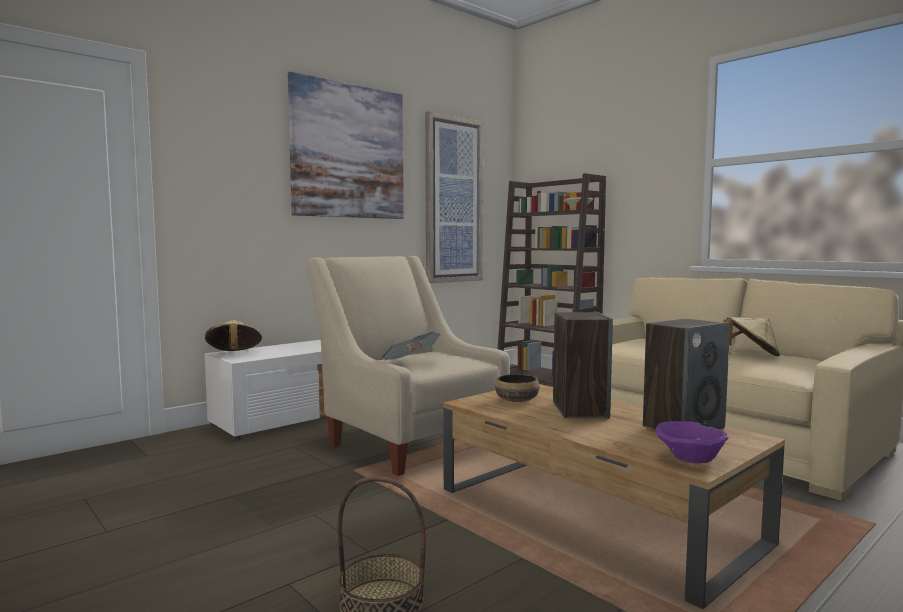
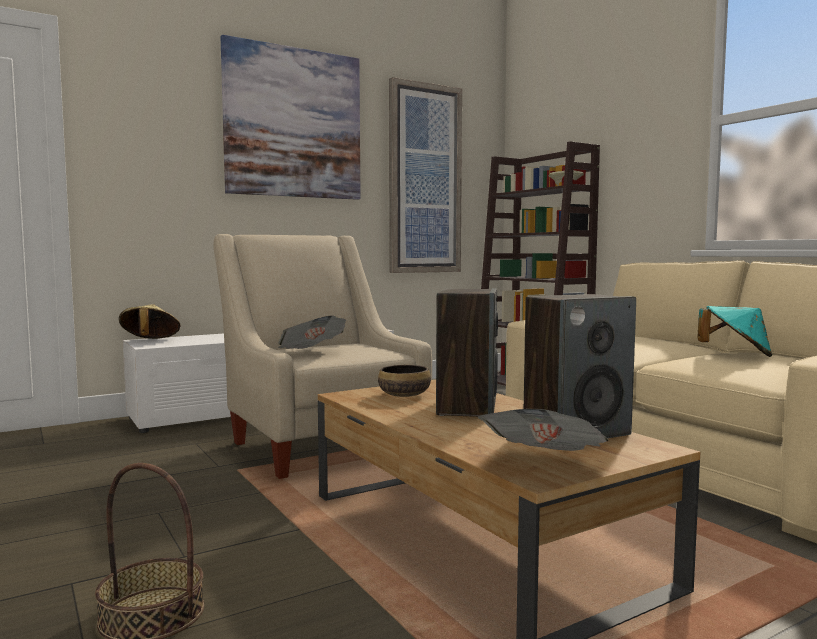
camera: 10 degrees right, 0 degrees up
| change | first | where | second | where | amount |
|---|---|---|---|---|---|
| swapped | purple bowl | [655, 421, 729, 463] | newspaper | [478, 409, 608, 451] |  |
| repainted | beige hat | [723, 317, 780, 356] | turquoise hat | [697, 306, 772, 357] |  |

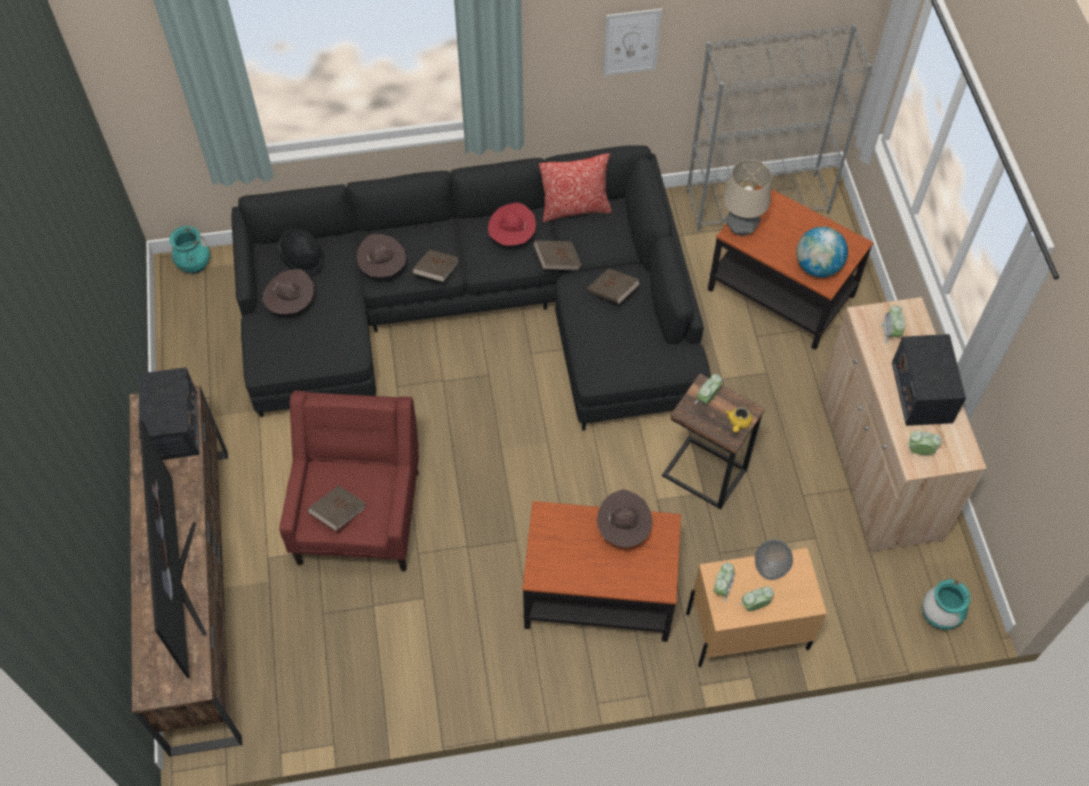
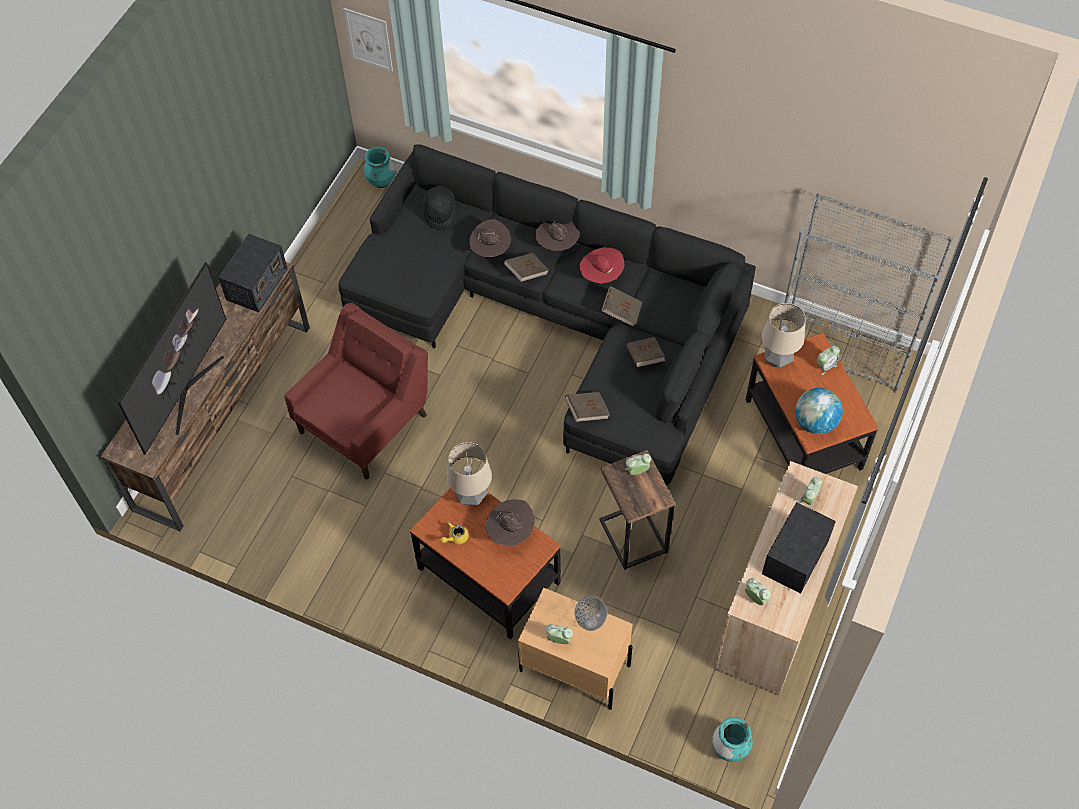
camera: 35 degrees right, 0 degrees up
| change | first | where | second | where | amount |
|---|---|---|---|---|---|
| gone | pillow | [539, 153, 611, 222] |  |  |  |
| new |  |  | table lamp | [447, 442, 492, 505] |  |
| shifted | brown hat | [263, 269, 314, 314] |  | [536, 221, 580, 251] |  |
| shifted | brown book | [308, 485, 366, 531] |  | [565, 392, 610, 422] |  |
| shifted | picture | [603, 9, 662, 76] |  | [343, 8, 393, 72] |  |
| shifted | alarm clock | [714, 563, 735, 602] |  | [817, 346, 840, 375] |  |
| shifted | yellow teapot | [725, 407, 752, 433] |  | [440, 522, 469, 545] |  |

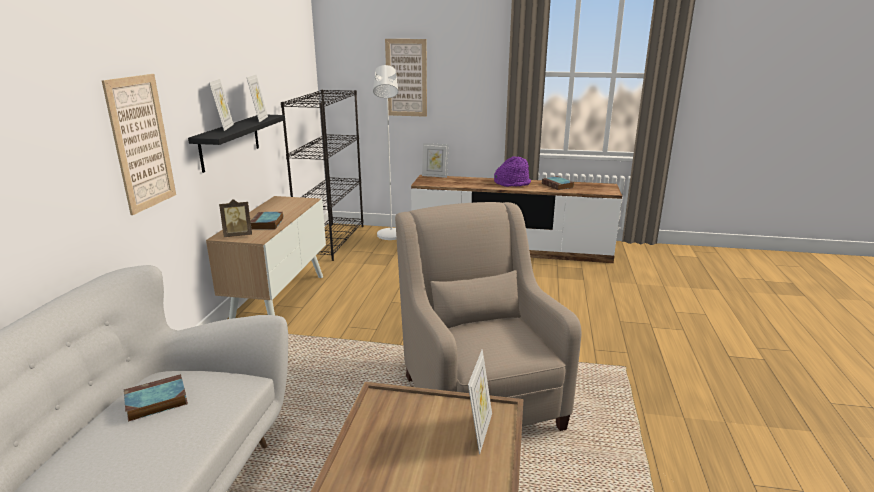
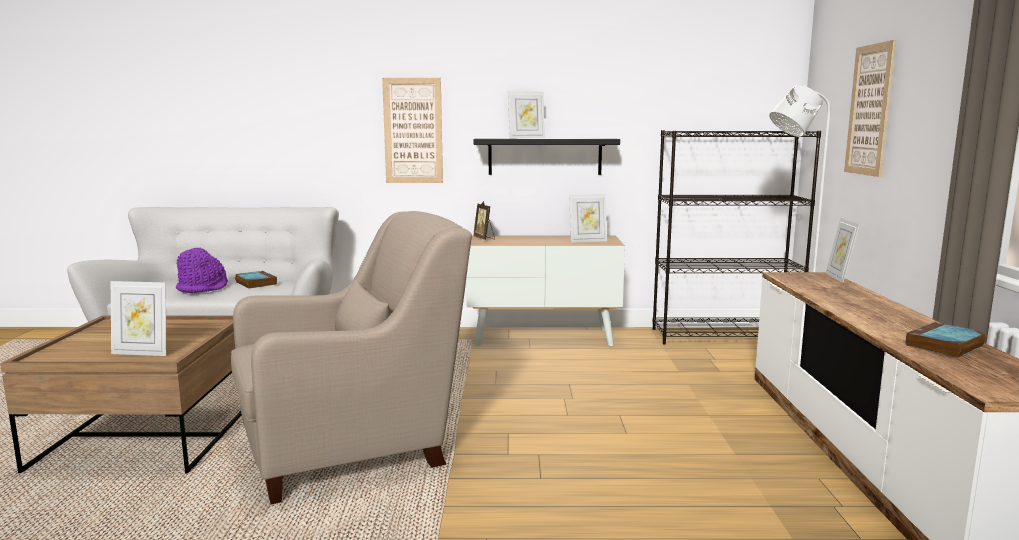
camera: 80 degrees right, 10 degrees down
| change | first | where | second | where | amount |
|---|---|---|---|---|---|
| gone | book | [251, 212, 283, 229] |  |  |  |
| shifted | picture frame | [247, 75, 268, 122] |  | [569, 194, 607, 243] |  |
| shifted | purple hat | [494, 156, 531, 187] |  | [175, 248, 228, 293] |  |

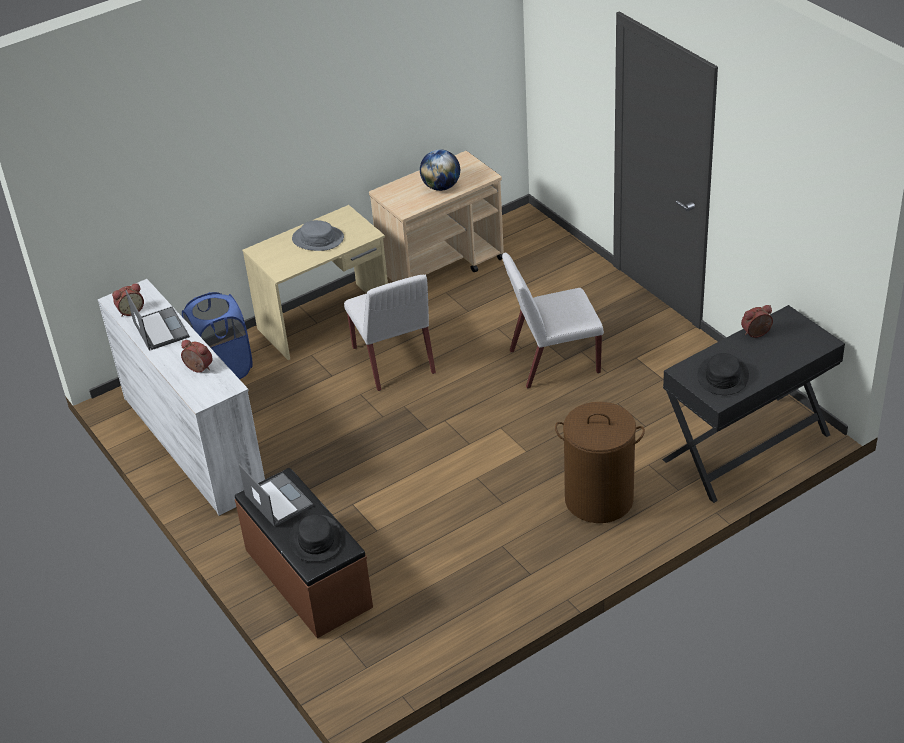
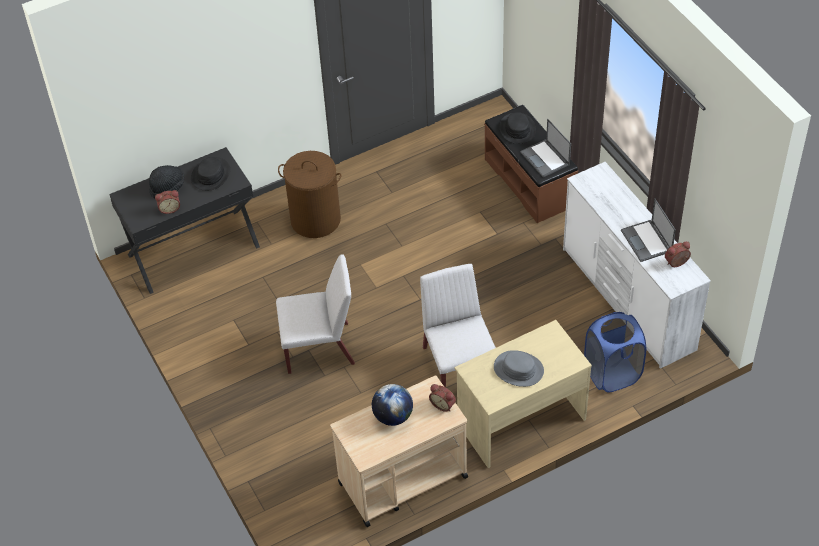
camera: 175 degrees left, 10 degrees up
| change | first | where | second | where | amount |
|---|---|---|---|---|---|
| new |  |  | black hat | [149, 165, 184, 199] |  |
| shifted | alarm clock | [181, 340, 213, 373] |  | [429, 384, 456, 412] |  |

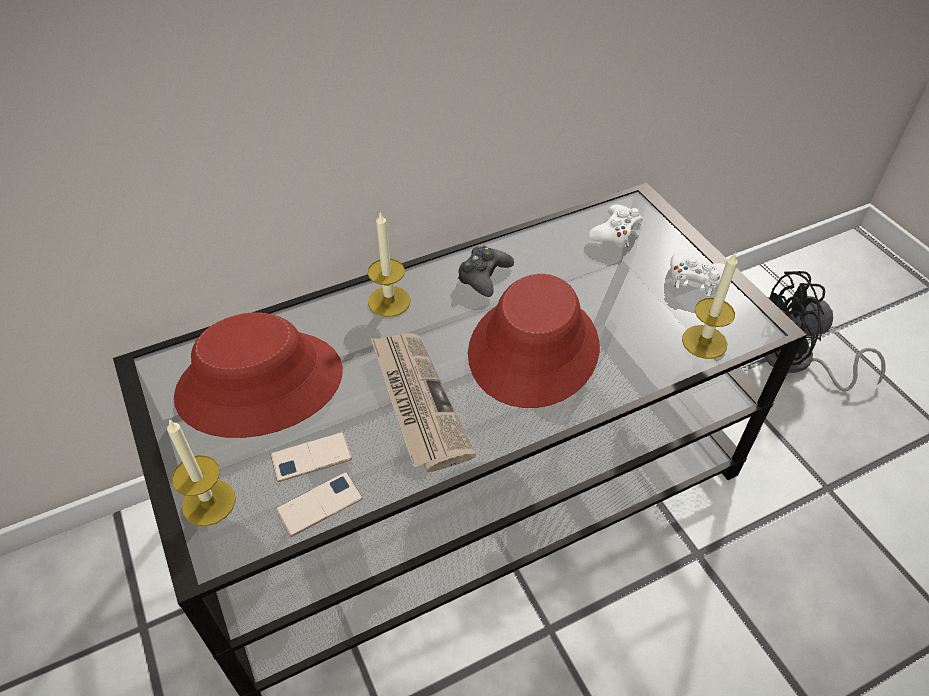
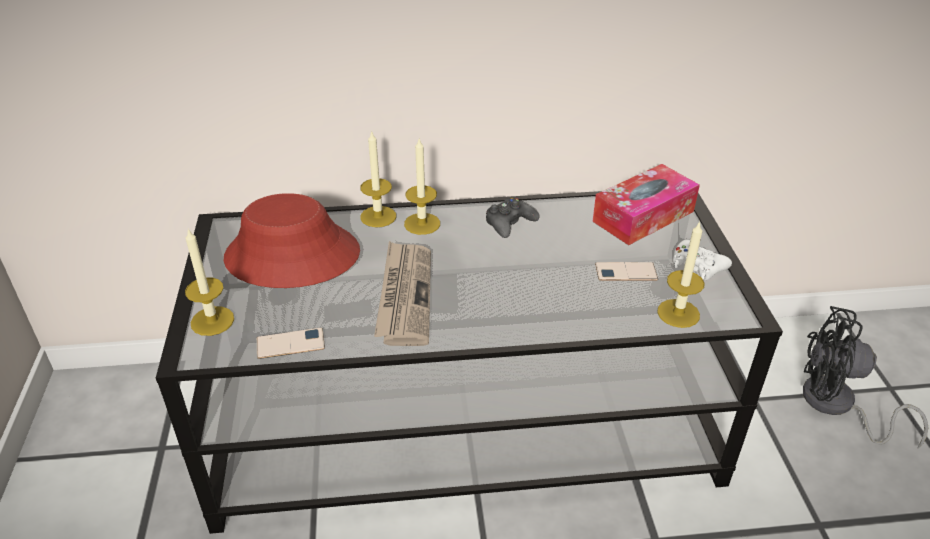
camera: 20 degrees right, 10 degrees down
| change | first | where | second | where | amount |
|---|---|---|---|---|---|
| gone | red hat | [468, 274, 599, 408] |  |  |  |
| new |  |  | candle | [360, 130, 396, 227] |  |
| shifted | phone | [271, 432, 352, 482] |  | [595, 262, 658, 281] |  |
| swapped | white game controller | [588, 204, 642, 248] | tissue box | [592, 164, 700, 245] |  |

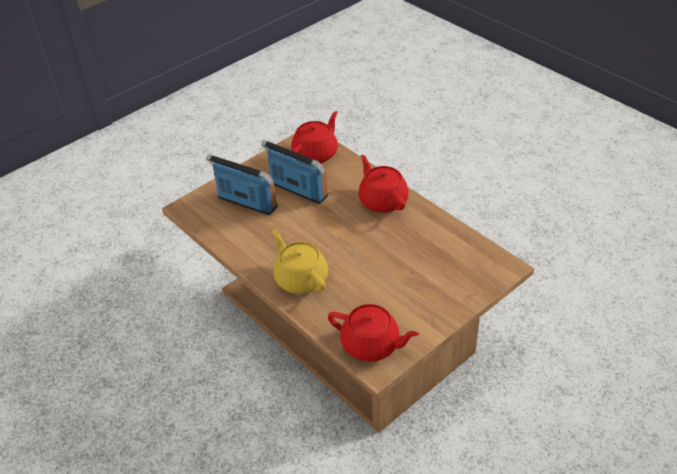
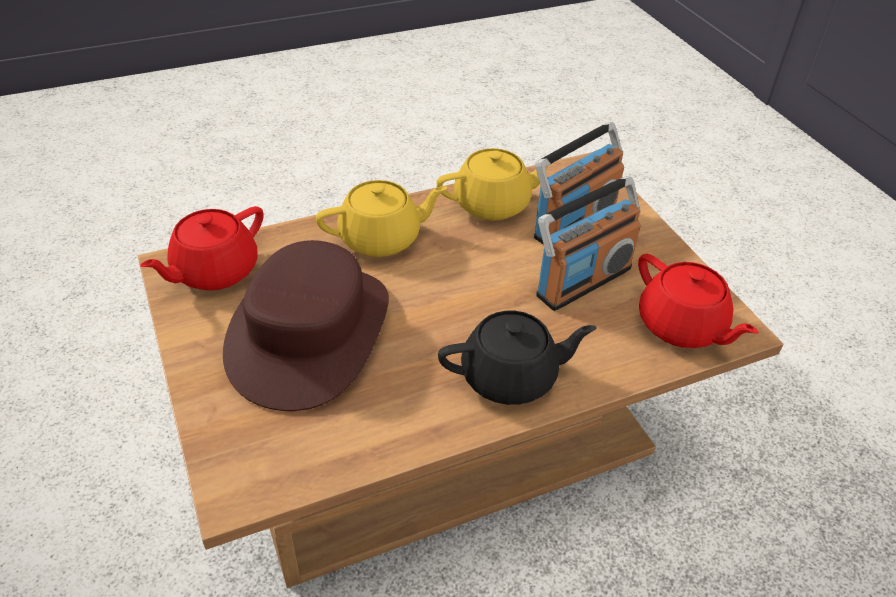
camera: 105 degrees right, 0 degrees up
| change | first | where | second | where | amount |
|---|---|---|---|---|---|
| new |  |  | brown hat | [223, 240, 389, 411] |  |
| new |  |  | yellow teapot | [436, 148, 549, 220] |  |
| repainted | red teapot | [358, 155, 409, 213] | black teapot | [438, 311, 597, 405] |  |

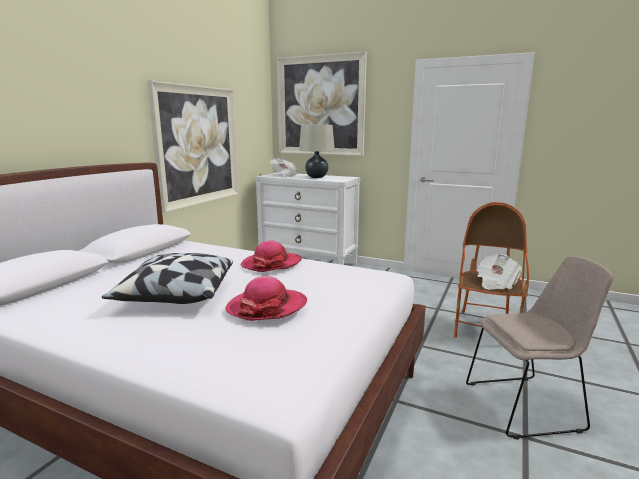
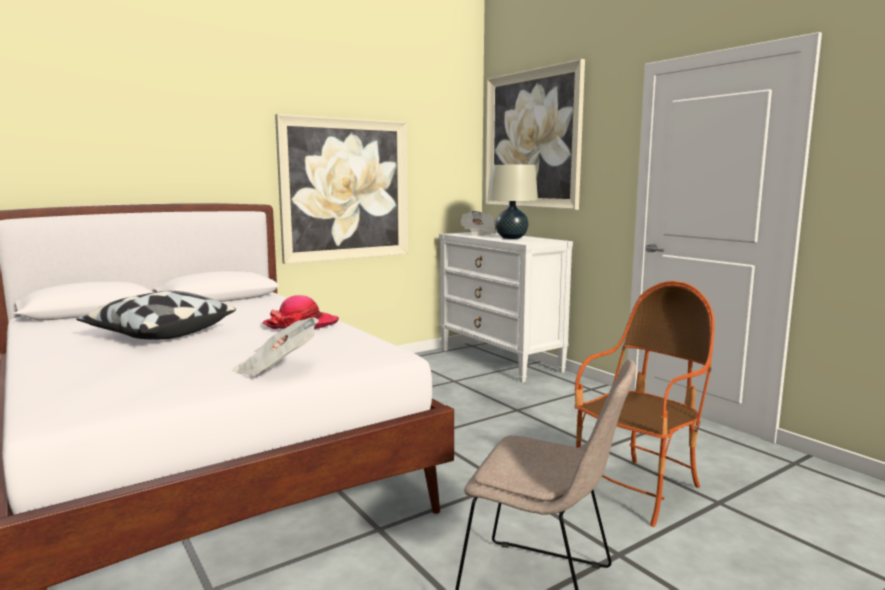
camera: 30 degrees right, 5 degrees down
| change | first | where | second | where | amount |
|---|---|---|---|---|---|
| gone | hat | [226, 276, 307, 321] |  |  |  |
| shifted | newspaper | [477, 254, 522, 290] |  | [233, 318, 319, 376] |  |

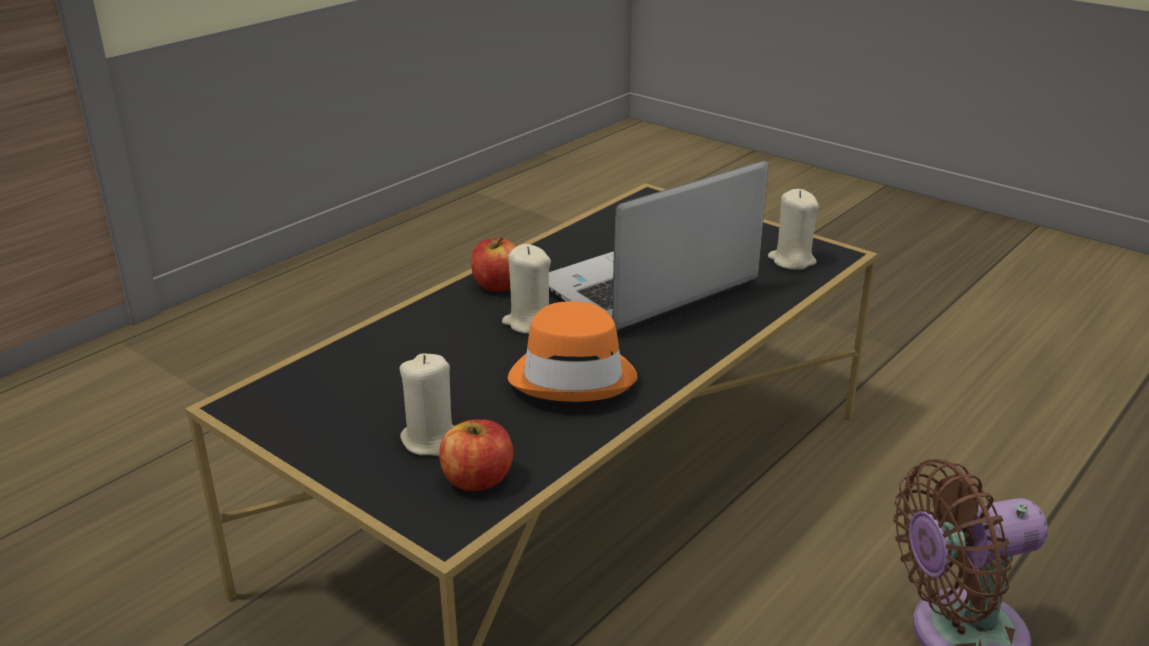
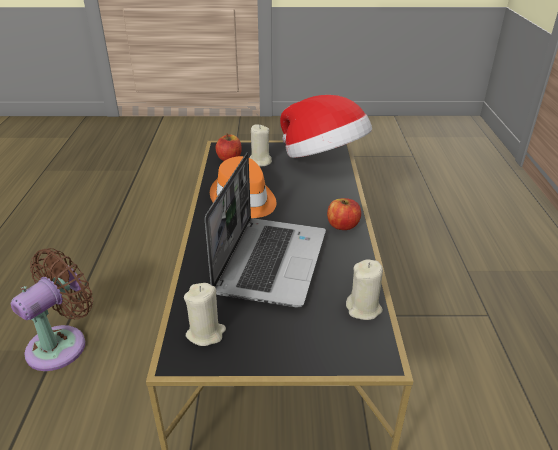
camera: 140 degrees right, 5 degrees up
| change | first | where | second | where | amount |
|---|---|---|---|---|---|
| new |  |  | hat | [280, 95, 372, 158] |  |
| shifted | beige candle | [502, 244, 551, 334] |  | [346, 259, 383, 320] |  |

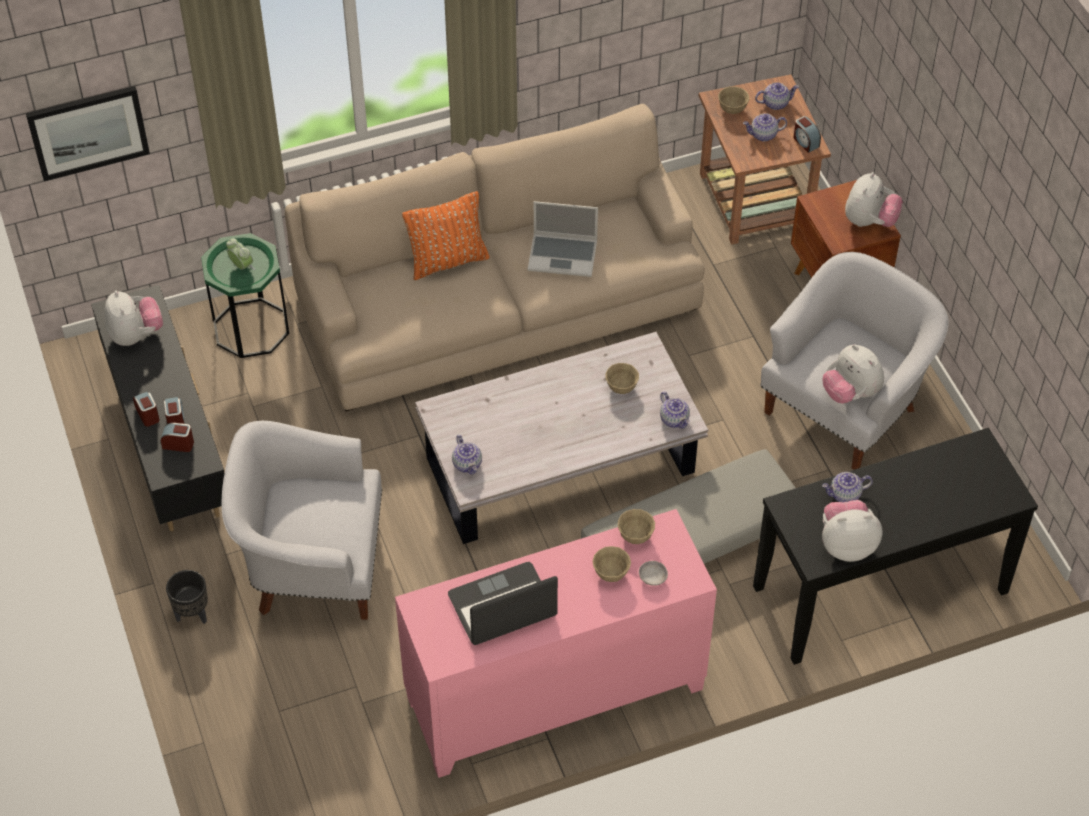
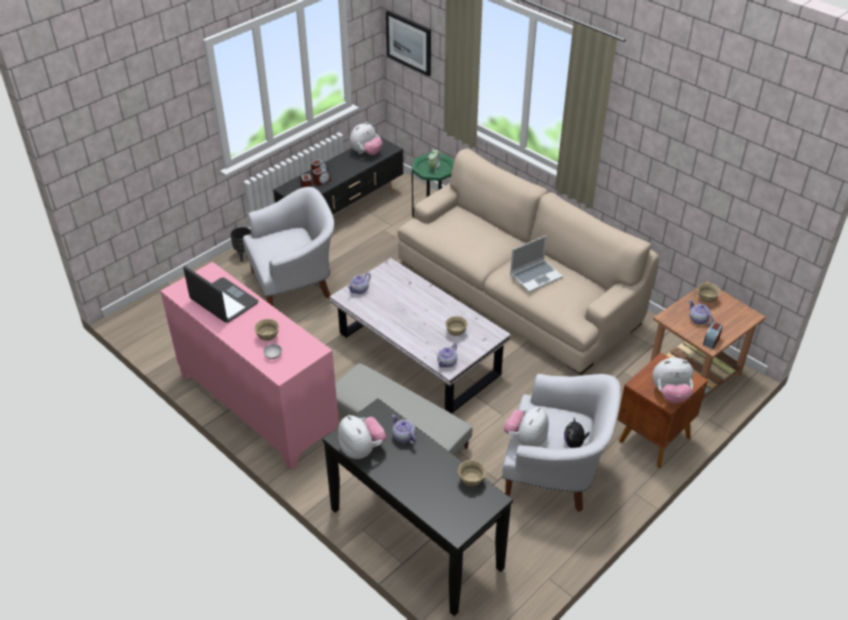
camera: 65 degrees right, 10 degrees down
| change | first | where | second | where | amount |
|---|---|---|---|---|---|
| gone | orange pillow | [402, 191, 490, 280] |  |  |  |
| gone | teapot | [755, 82, 799, 110] |  |  |  |
| new |  |  | plush toy | [564, 418, 589, 448] |  |
| shifted | beige bowl | [618, 509, 655, 544] |  | [458, 460, 486, 486] |  |
| rotated | white armchair | [222, 421, 382, 620] |  | [243, 187, 334, 306] | 90 degrees clockwise |
| rotated | laptop | [528, 201, 598, 277] |  | [510, 235, 563, 292] | 105 degrees counterclockwise |

